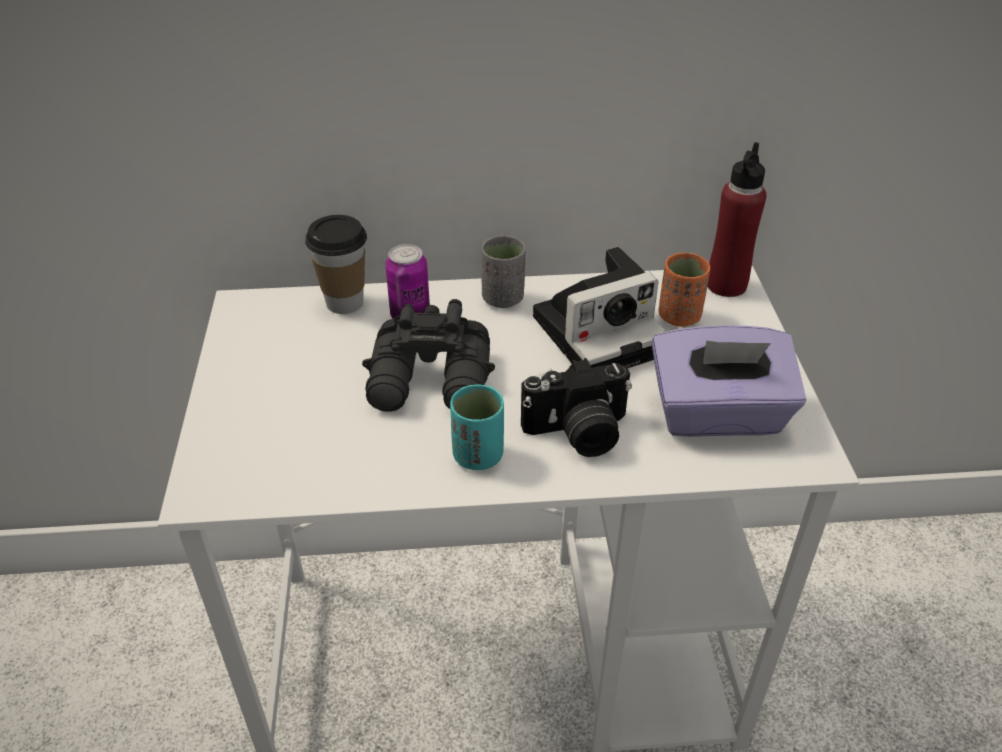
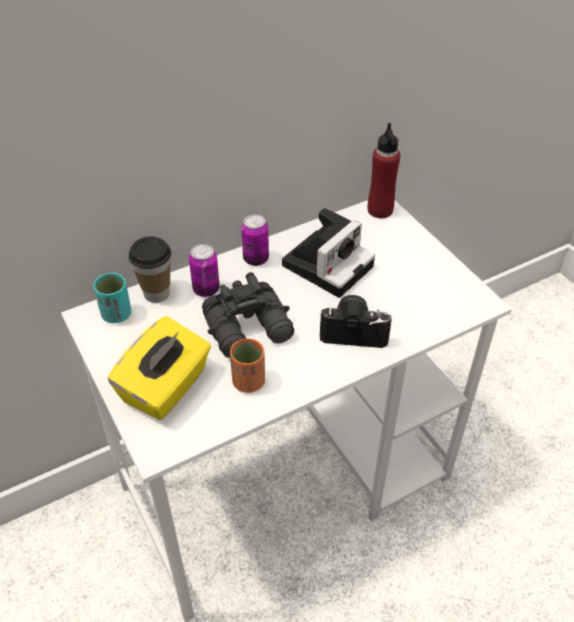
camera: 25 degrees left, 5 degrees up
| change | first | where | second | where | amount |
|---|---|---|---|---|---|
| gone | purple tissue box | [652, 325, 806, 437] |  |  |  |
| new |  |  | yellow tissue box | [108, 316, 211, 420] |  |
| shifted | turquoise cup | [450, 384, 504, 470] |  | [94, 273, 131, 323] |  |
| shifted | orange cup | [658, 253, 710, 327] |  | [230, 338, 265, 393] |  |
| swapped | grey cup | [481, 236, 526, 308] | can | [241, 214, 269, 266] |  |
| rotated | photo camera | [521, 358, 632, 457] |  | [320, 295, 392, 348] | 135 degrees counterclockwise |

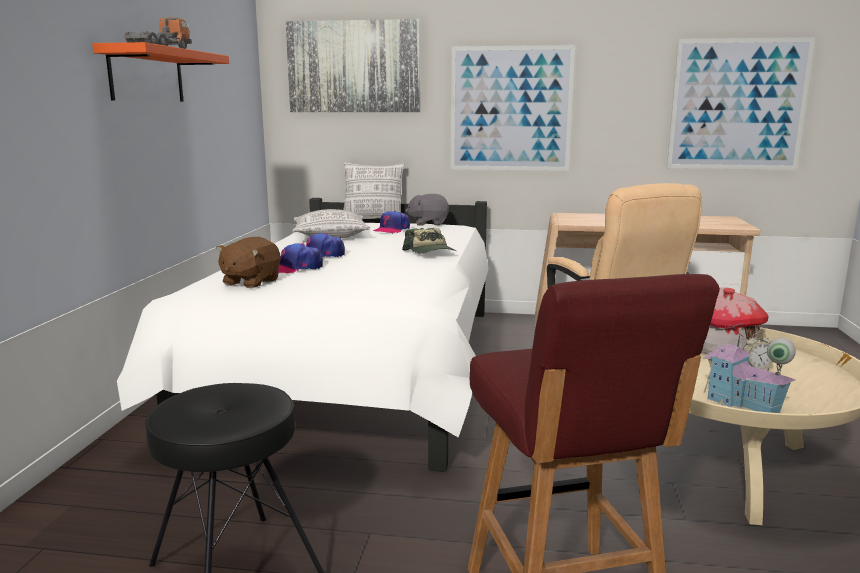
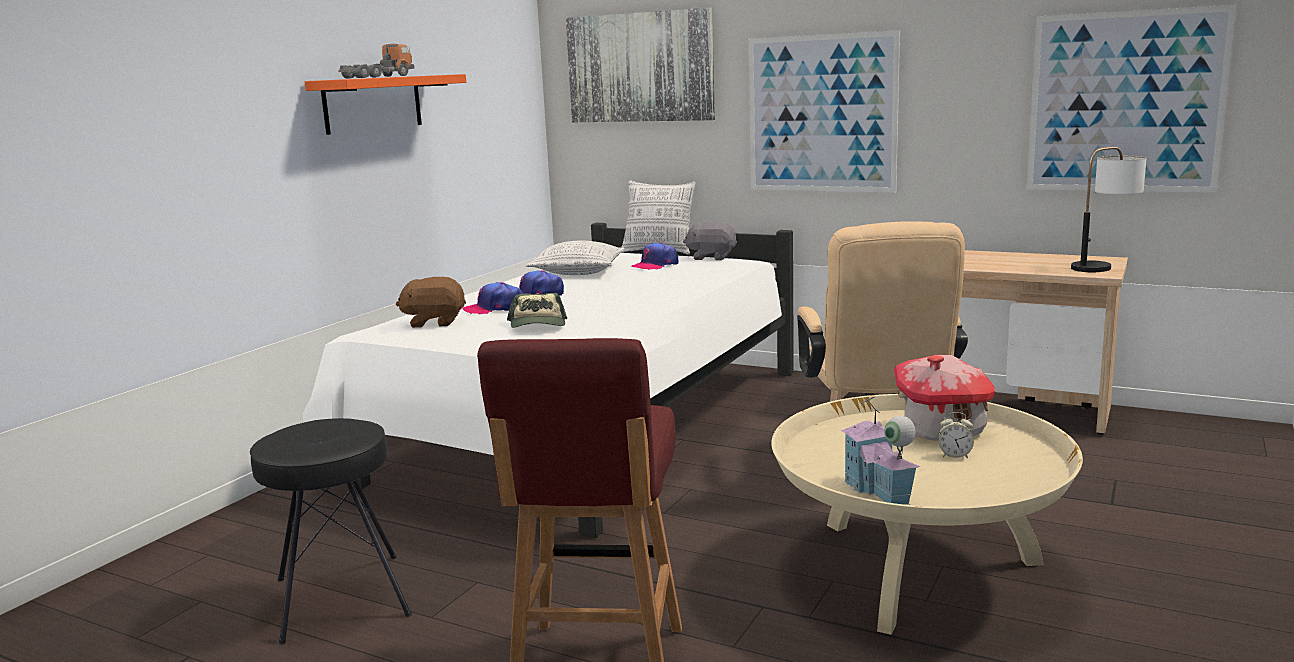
camera: 20 degrees right, 0 degrees up
| change | first | where | second | where | amount |
|---|---|---|---|---|---|
| new |  |  | table lamp | [1071, 147, 1146, 272] |  |
| shifted | cap | [402, 228, 456, 253] |  | [507, 293, 567, 328] |  |
| rotated | brown plush toy | [216, 237, 281, 288] |  | [396, 277, 466, 328] | 45 degrees clockwise |

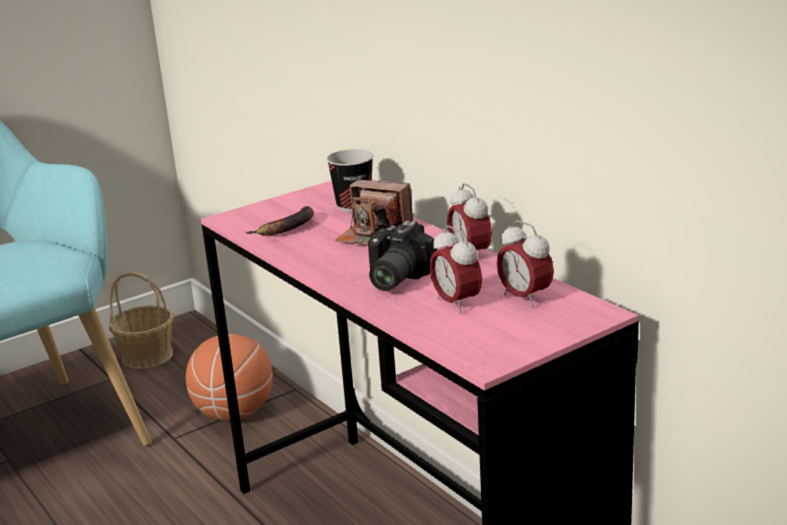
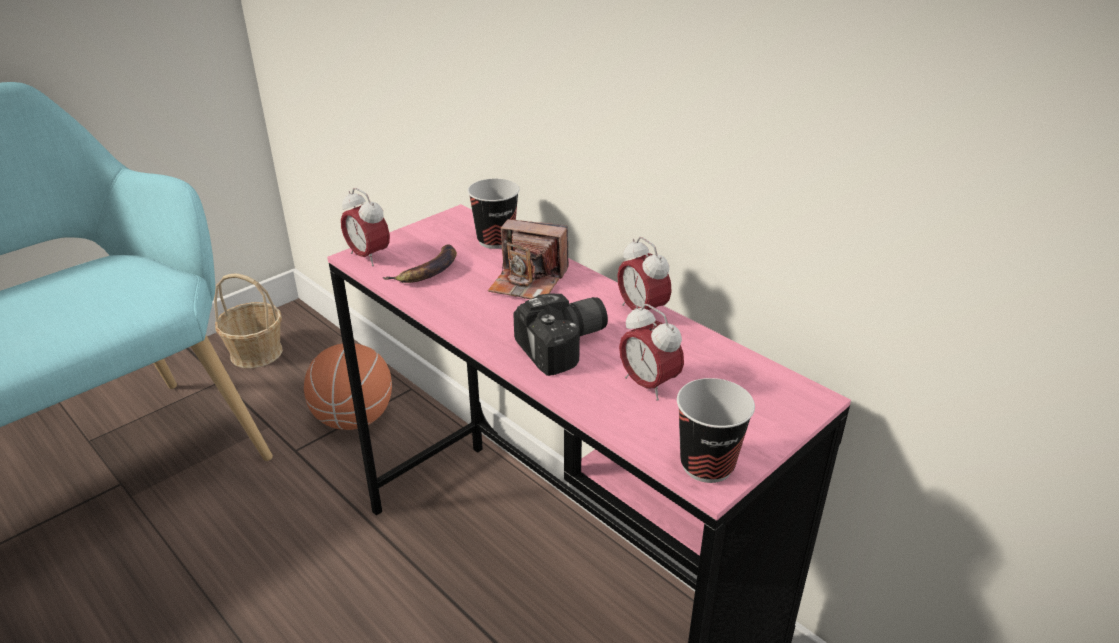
camera: 10 degrees left, 10 degrees up
| change | first | where | second | where | amount |
|---|---|---|---|---|---|
| new |  |  | cup | [677, 378, 755, 483] |  |
| shifted | alarm clock | [496, 220, 554, 307] |  | [341, 188, 390, 266] |  |
| rotated | photo camera | [368, 221, 437, 291] |  | [513, 294, 608, 376] | 135 degrees counterclockwise |

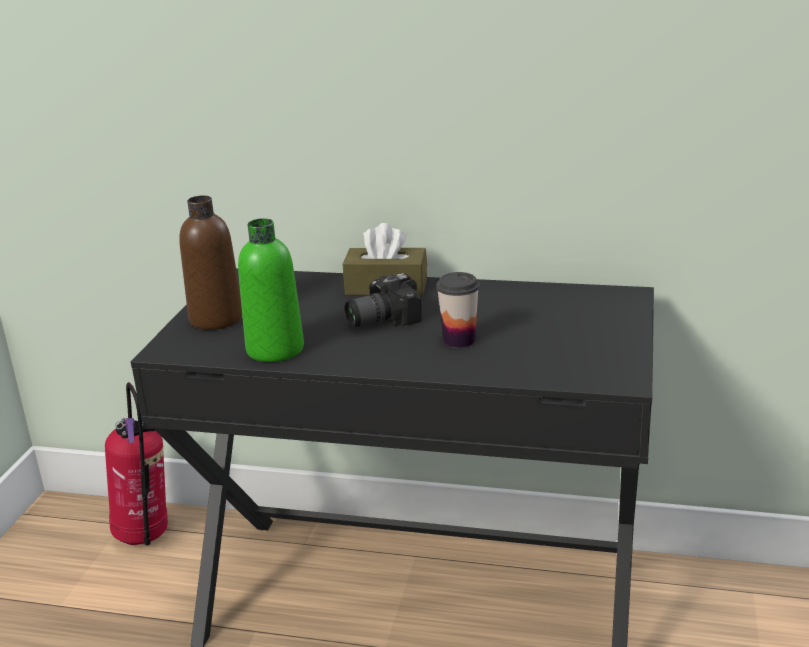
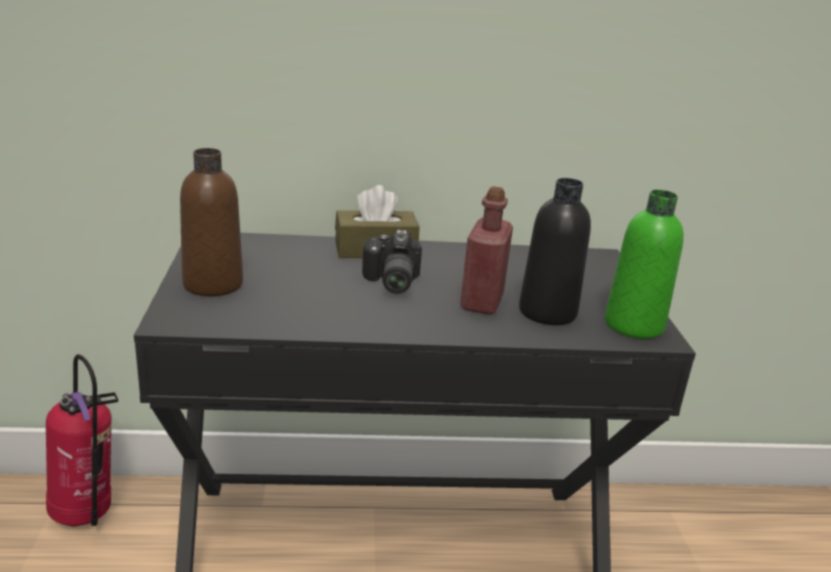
camera: 20 degrees left, 0 degrees up
| change | first | where | second | where | amount |
|---|---|---|---|---|---|
| new |  |  | black bottle | [519, 178, 591, 325] |  |
| shifted | green bottle | [238, 218, 304, 362] |  | [605, 190, 684, 339] |  |
| swapped | cup | [436, 272, 480, 348] | red bottle | [460, 186, 513, 315] |  |
| rotated | photo camera | [345, 273, 422, 327] |  | [362, 230, 422, 294] | 45 degrees counterclockwise |

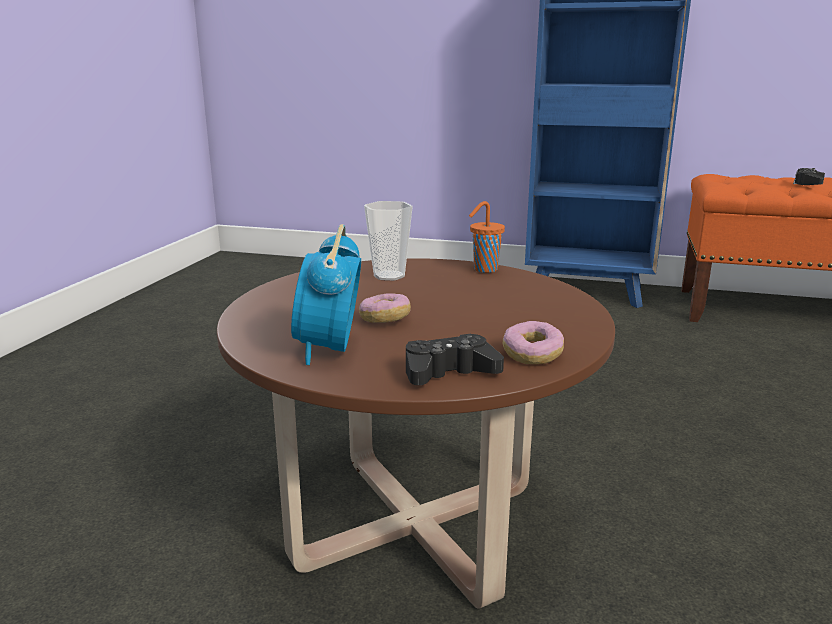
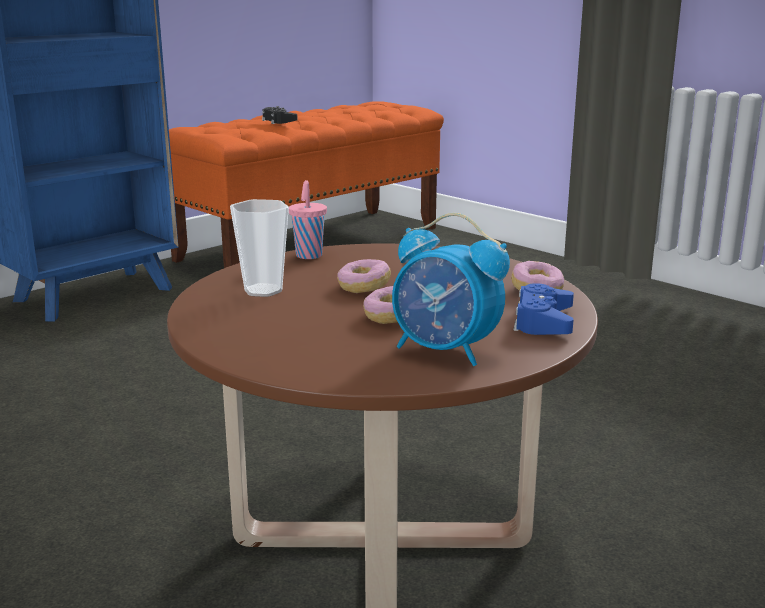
camera: 60 degrees left, 0 degrees up
| change | first | where | second | where | amount |
|---|---|---|---|---|---|
| new |  |  | donut | [337, 259, 391, 293] |  |
| repainted | black game controller | [406, 334, 504, 385] | blue game controller | [513, 283, 574, 335] |  |
| repainted | orange cup | [469, 201, 505, 273] | pink cup | [289, 180, 327, 259] |  |

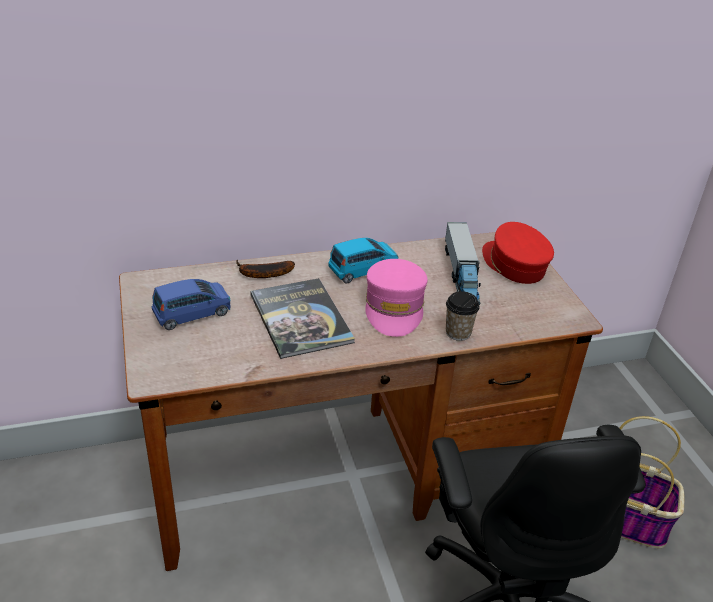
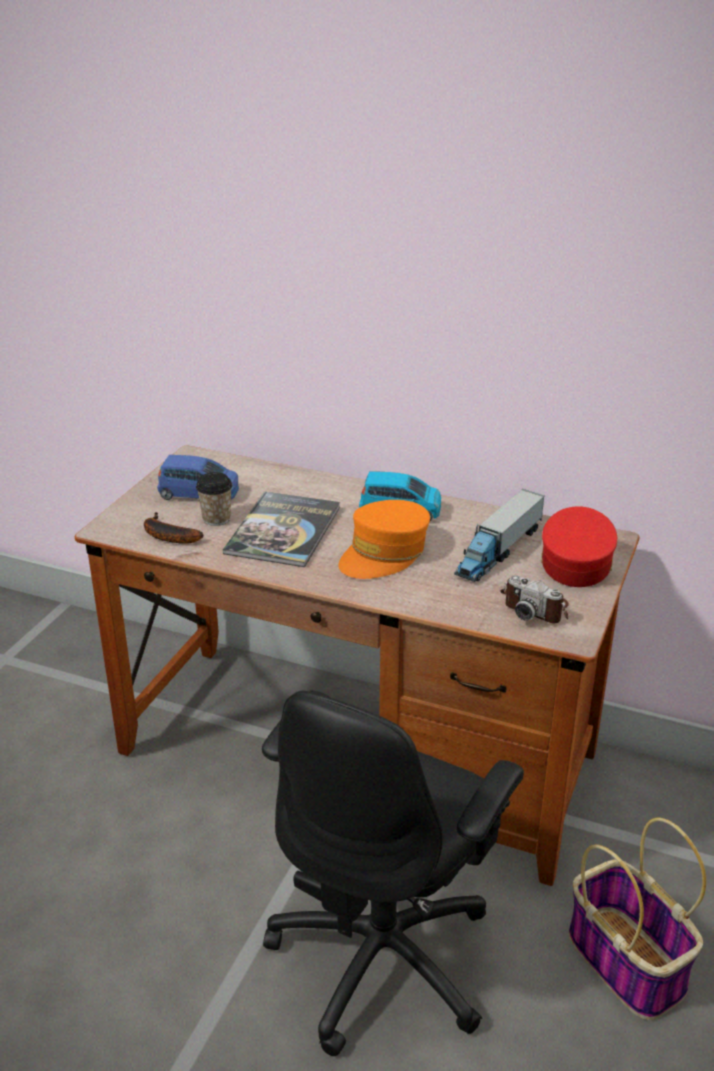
camera: 40 degrees right, 5 degrees down
| change | first | where | second | where | amount |
|---|---|---|---|---|---|
| new |  |  | photo camera | [500, 575, 569, 623] |  |
| shifted | banana | [236, 259, 295, 278] |  | [144, 512, 203, 544] |  |
| shifted | cup | [446, 291, 480, 341] |  | [196, 472, 232, 526] |  |
| repainted | pink cap | [365, 259, 427, 337] | orange cap | [339, 500, 430, 579] |  |

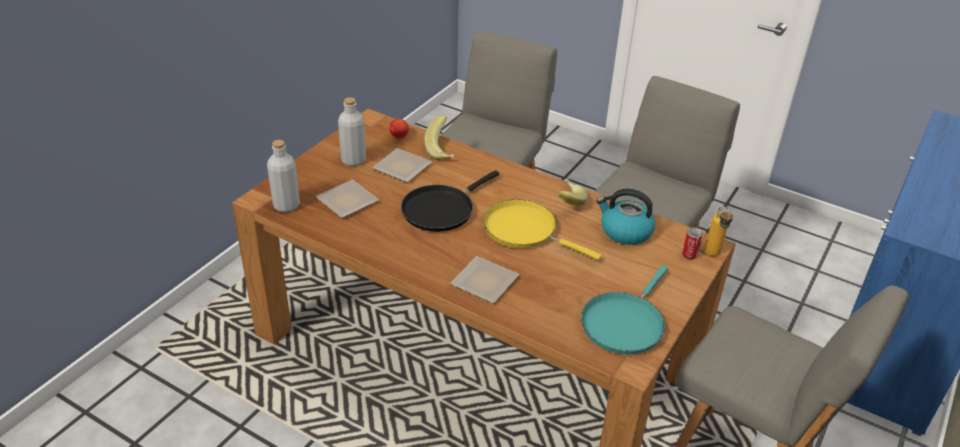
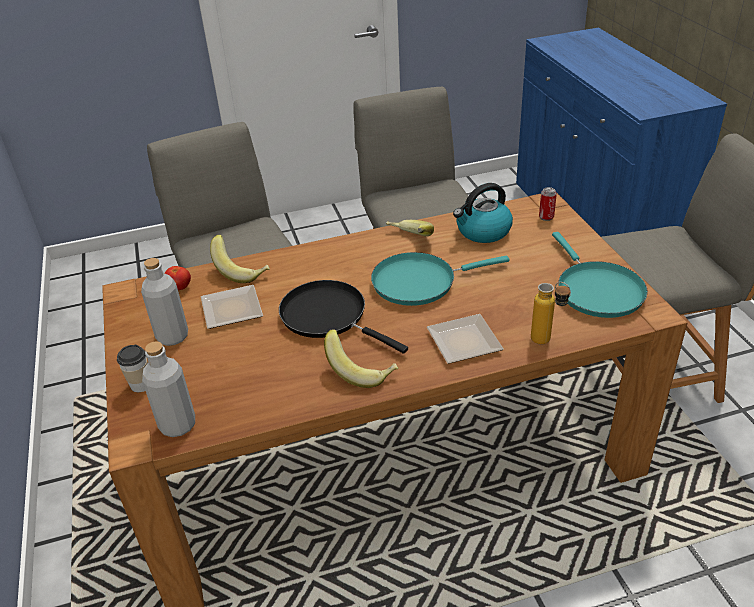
camera: 45 degrees left, 0 degrees up
| change | first | where | second | where | amount |
|---|---|---|---|---|---|
| gone | plate | [315, 180, 379, 218] |  |  |  |
| new |  |  | cup | [117, 345, 148, 392] |  |
| new |  |  | banana | [324, 329, 399, 388] |  |
| shifted | bottle | [705, 206, 733, 256] |  | [531, 282, 571, 344] |  |
| repainted | yellow frying pan | [483, 199, 602, 260] | turquoise frying pan | [371, 252, 510, 306] |  |
| rotated | black frying pan | [401, 170, 499, 232] |  | [279, 280, 408, 354] | 135 degrees clockwise |

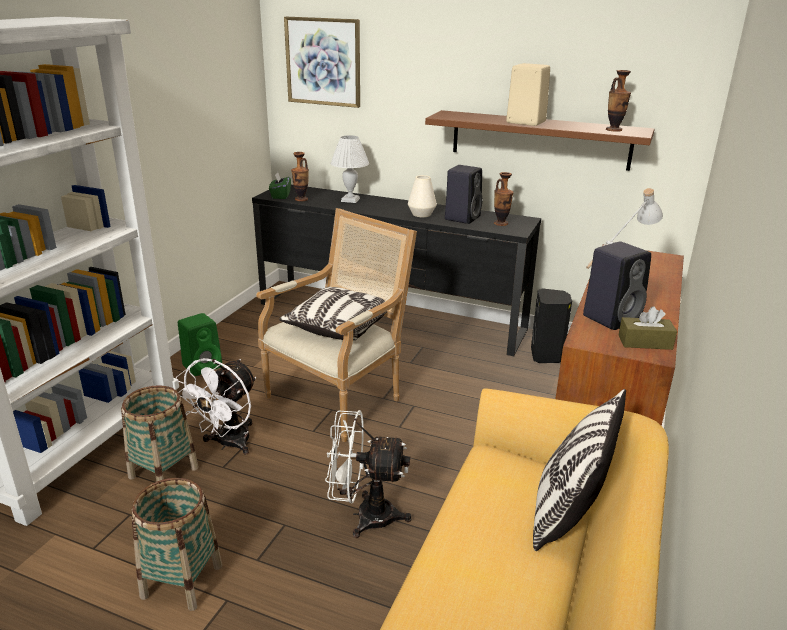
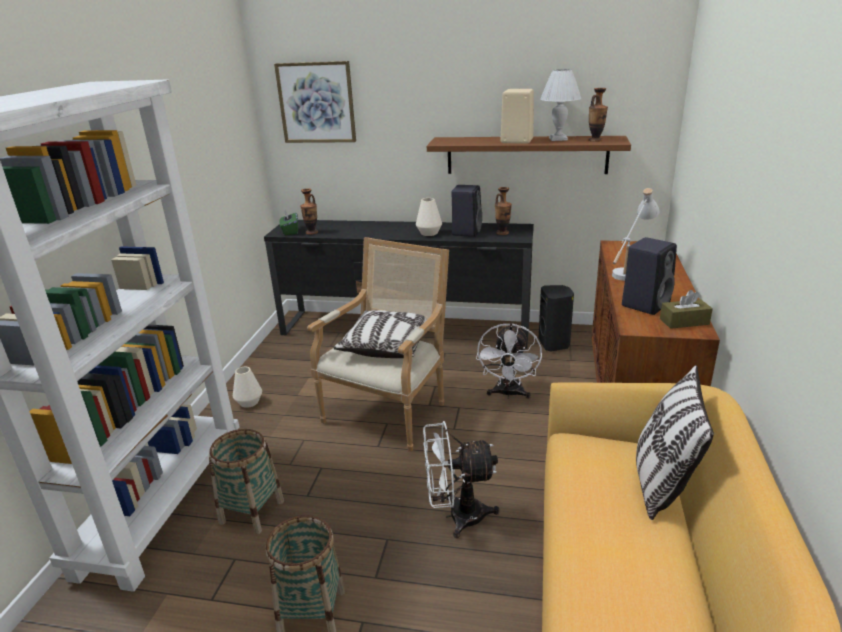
camera: 10 degrees left, 0 degrees up
| change | first | where | second | where | amount |
|---|---|---|---|---|---|
| shifted | white fan | [176, 358, 256, 455] |  | [476, 323, 542, 399] |  |
| shifted | white table lamp | [331, 135, 369, 203] |  | [540, 69, 581, 141] |  |
| swapped | green speaker | [178, 313, 222, 376] | white vase | [233, 367, 262, 408] |  |

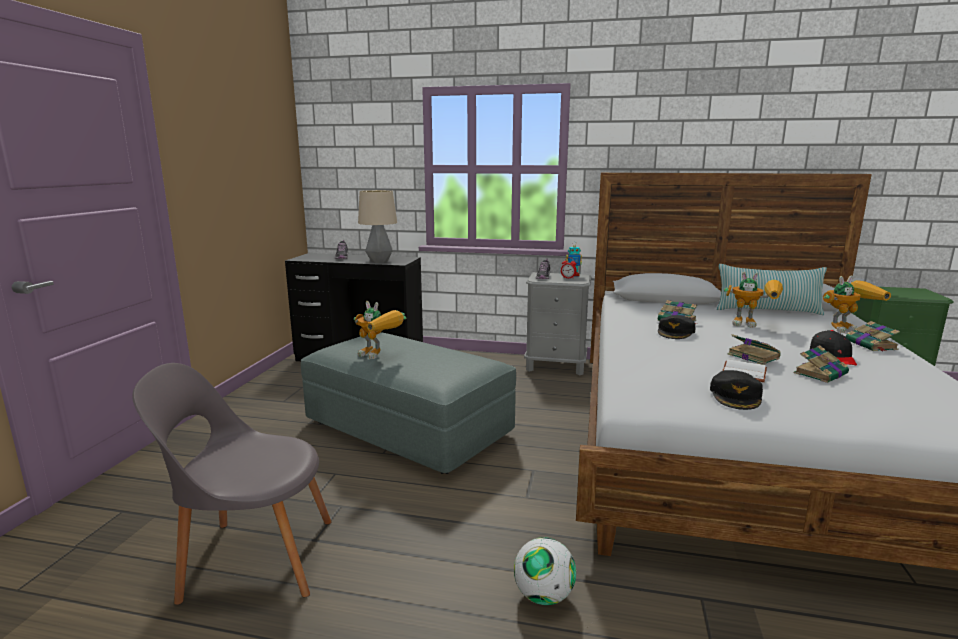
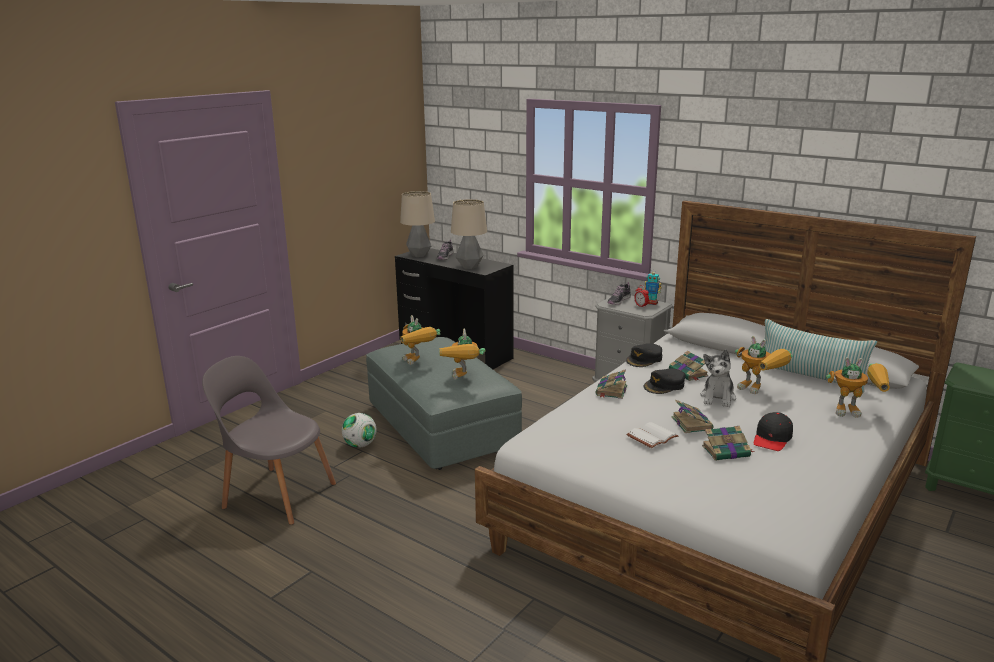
camera: 25 degrees right, 5 degrees up
| change | first | where | second | where | amount |
|---|---|---|---|---|---|
| new |  |  | table lamp | [400, 191, 435, 257] |  |
| new |  |  | toy robot | [440, 329, 486, 379] |  |
| new |  |  | plush toy | [700, 350, 736, 407] |  |
| shifted | football | [514, 537, 576, 605] |  | [342, 413, 377, 448] |  |
| shifted | black cap | [710, 370, 763, 410] |  | [626, 343, 662, 367] |  |
| shifted | book | [845, 321, 900, 351] |  | [595, 369, 627, 399] |  |

